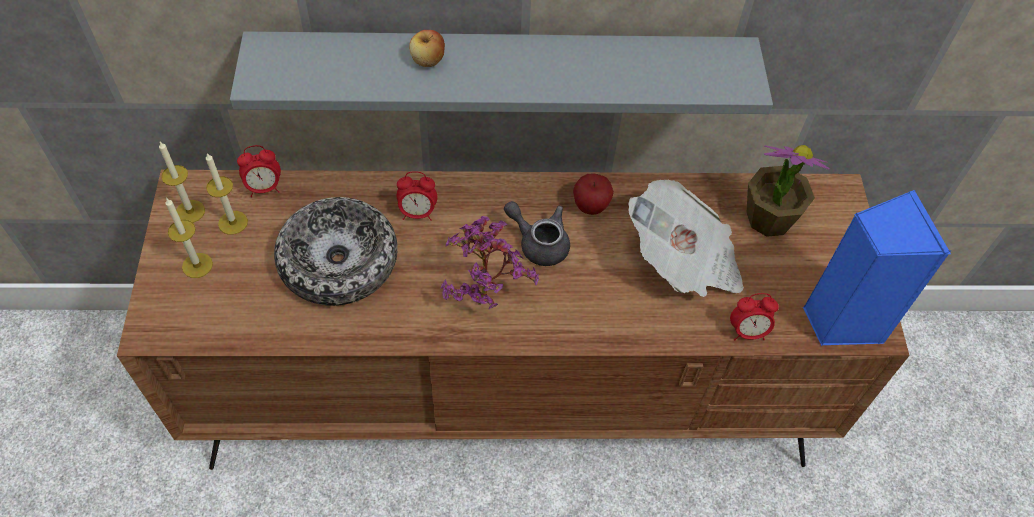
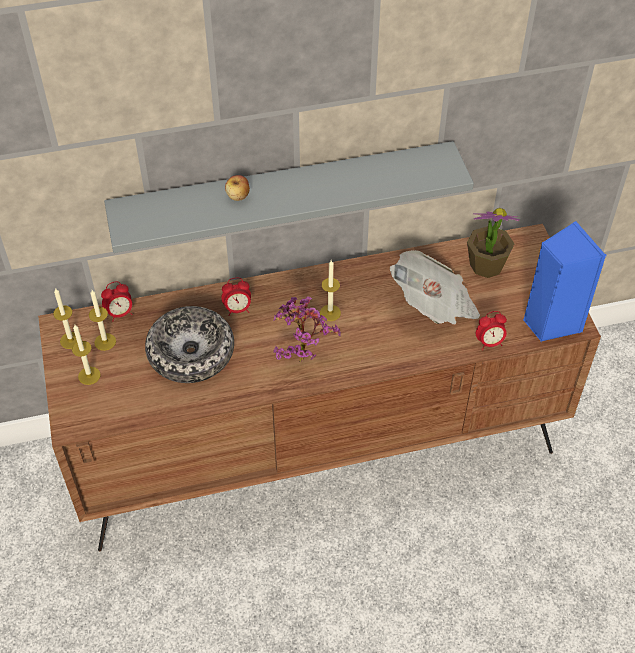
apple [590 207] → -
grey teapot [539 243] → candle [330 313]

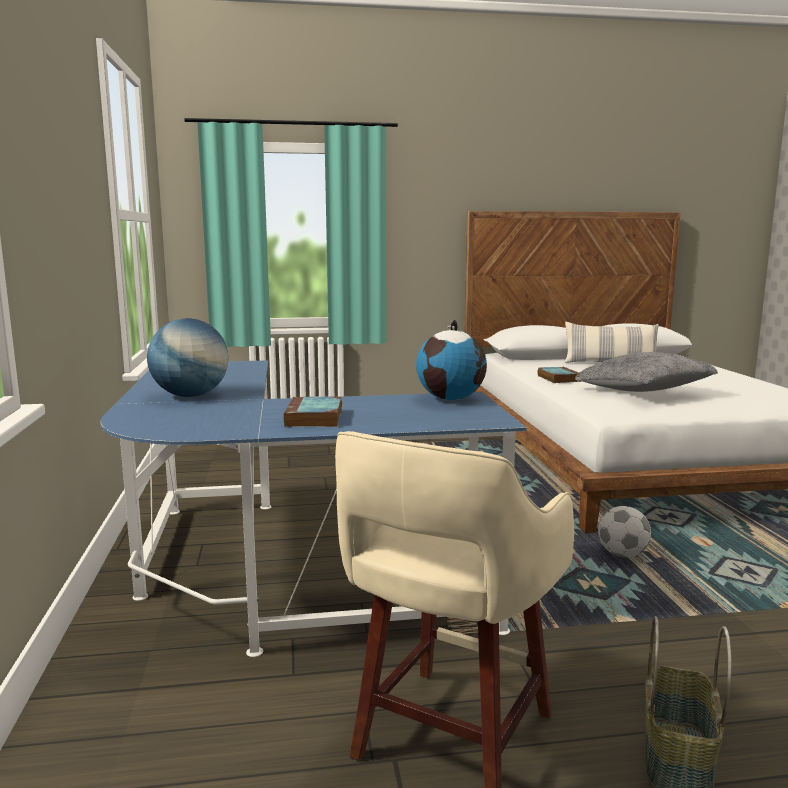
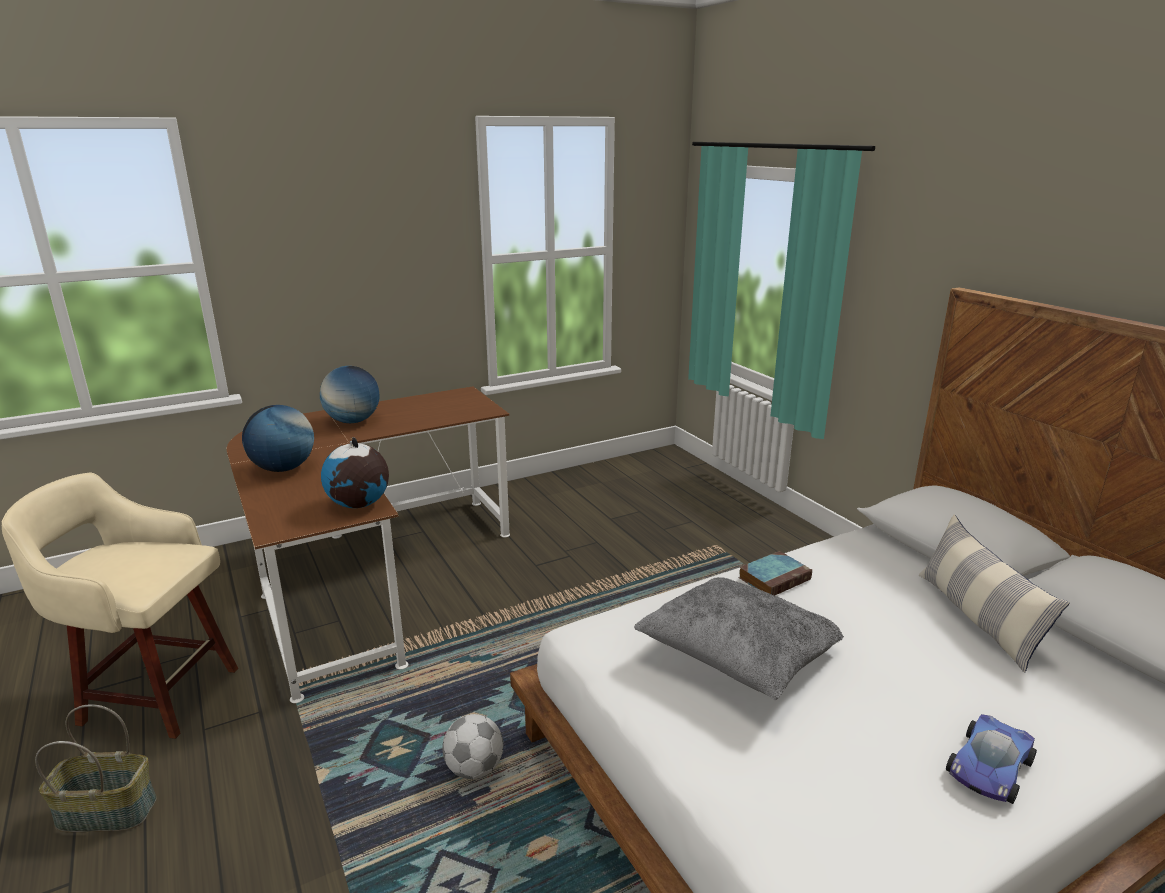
- → toy car [988 767]
book [314 418] → globe [283 468]
blue desk [273 580] → brown desk [368 575]

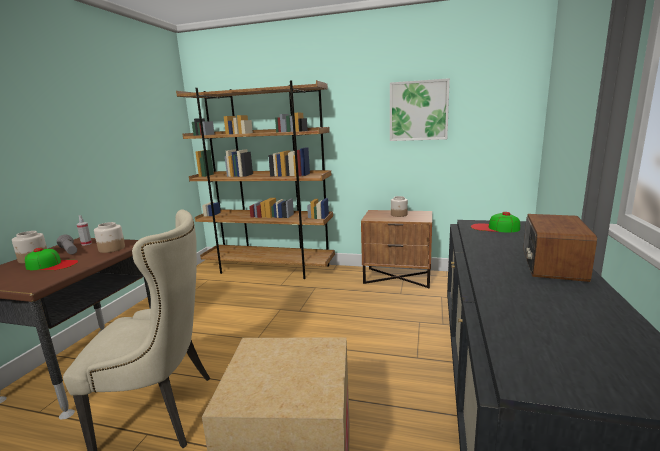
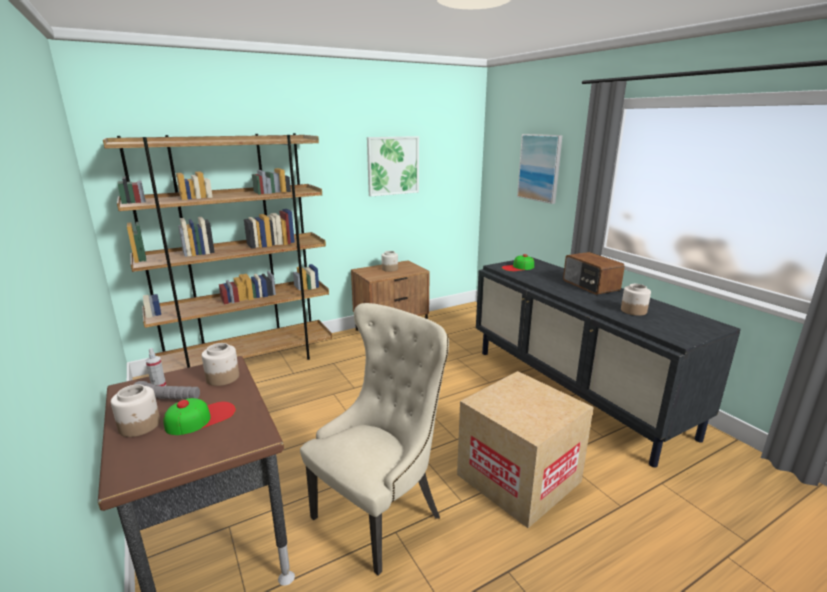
- → picture [539 168]
- → jar [633 311]

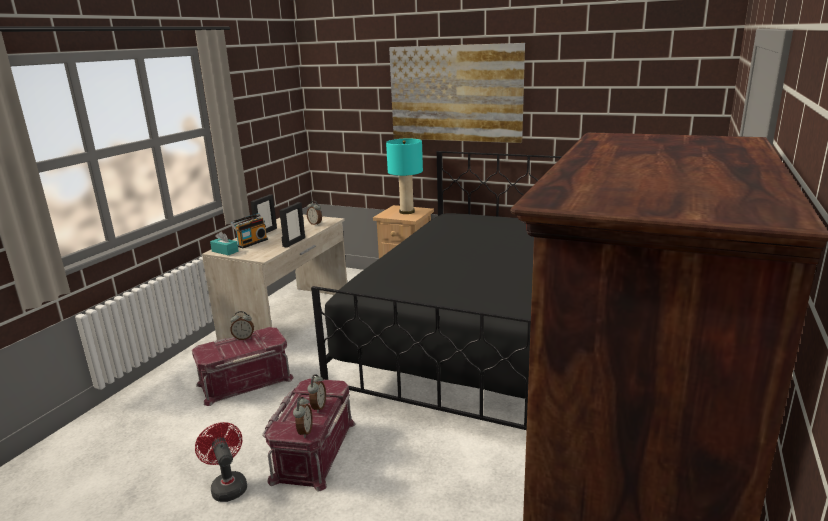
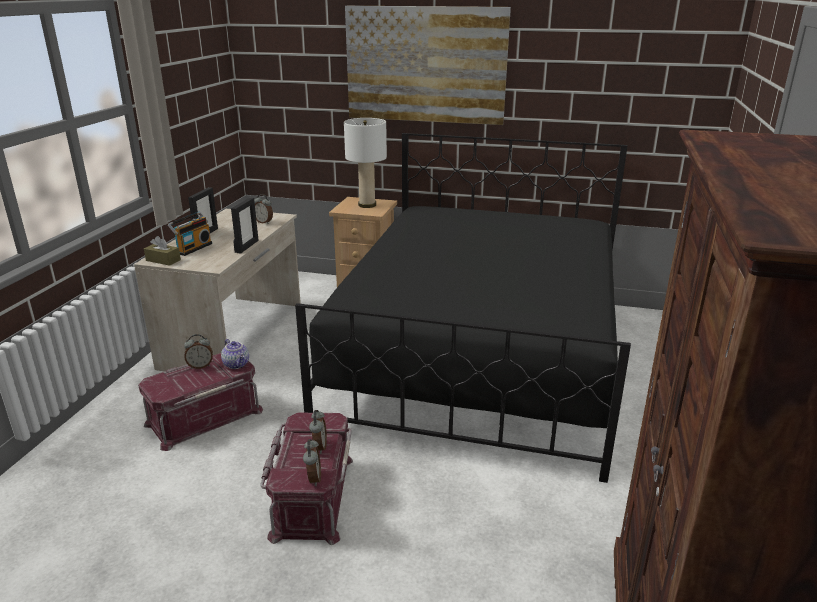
red fan [227 486] → -
- → teapot [237 364]
turquoise tissue box [225 251] → brown tissue box [163 260]
turquoise table lamp [406 212] → white table lamp [367 205]

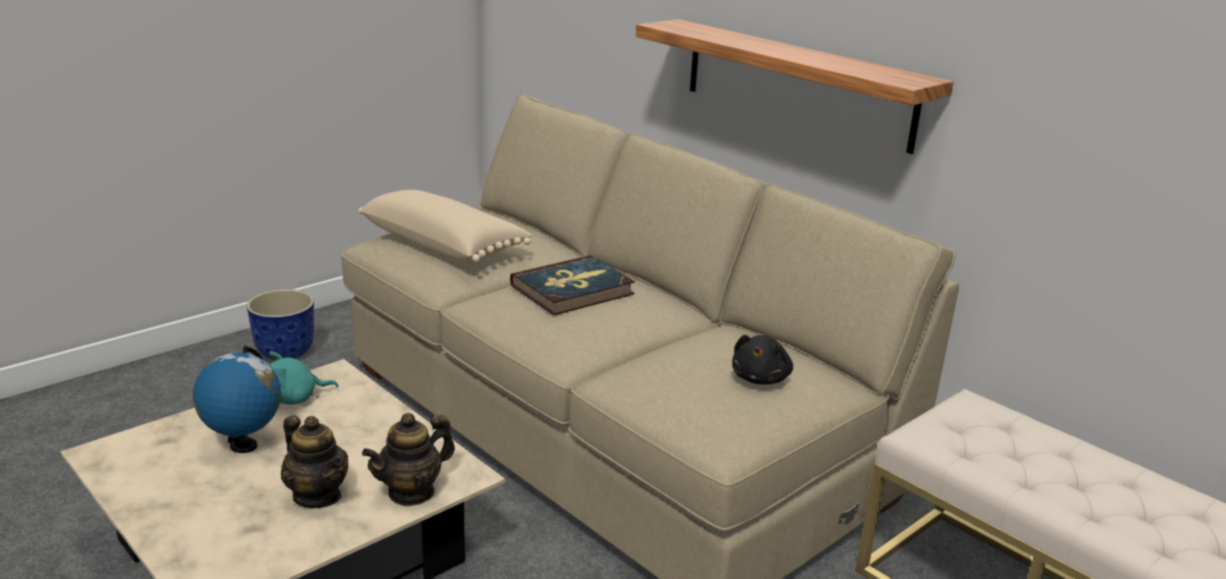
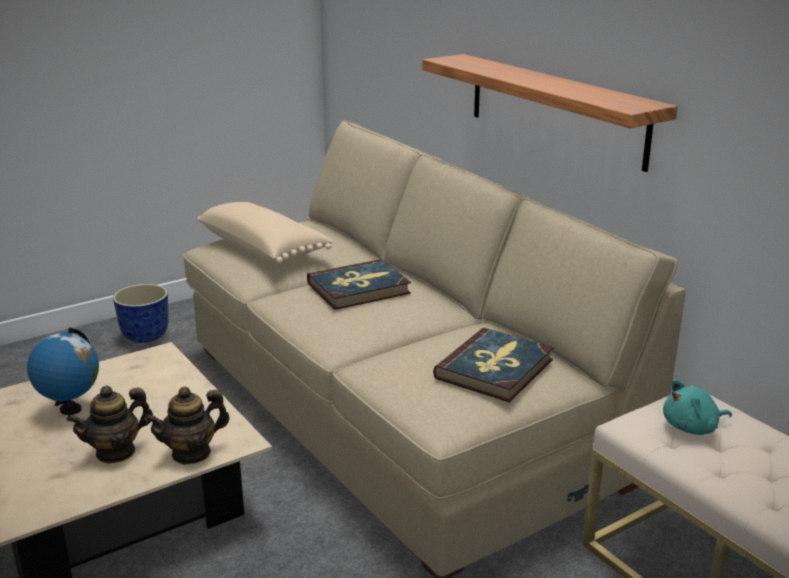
turquoise plush toy [294 398] → turquoise plush toy [692 428], shifted
black plush toy [761 378] → book [495 369]
teapot [317 495] → teapot [116 452], 90 degrees clockwise

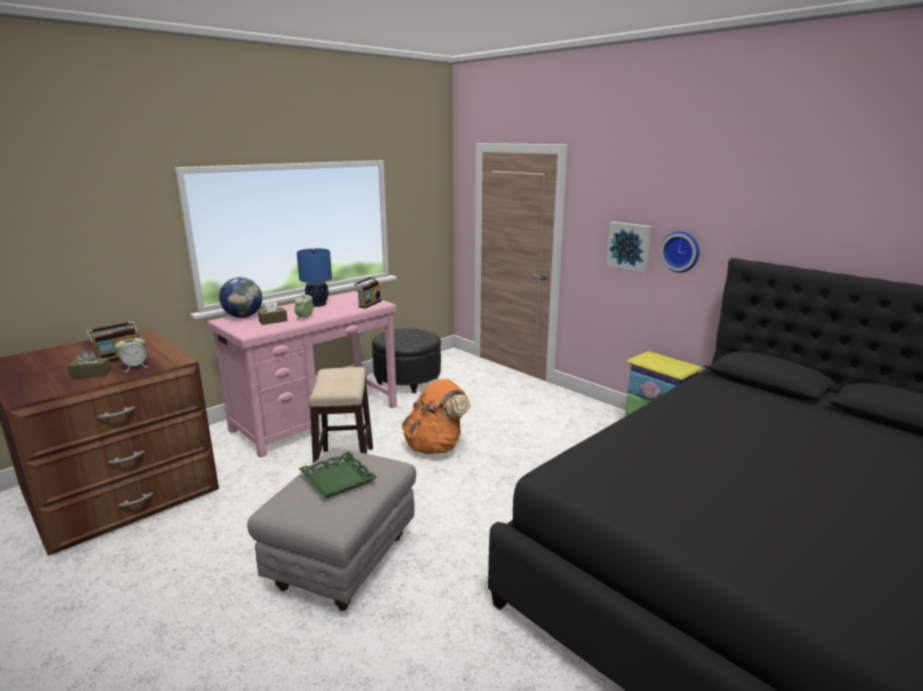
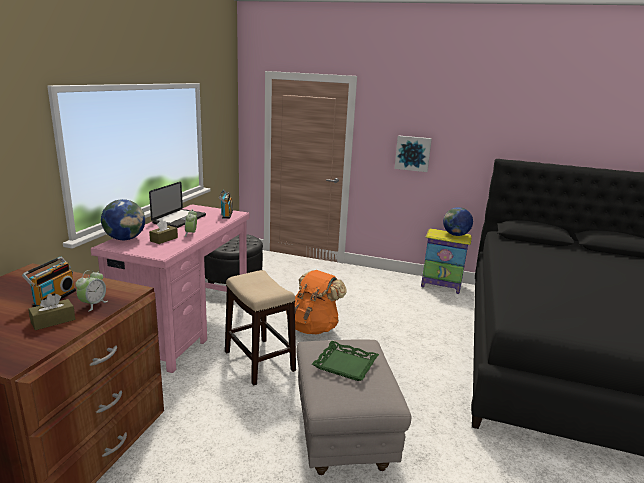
wall clock [681 251] → -
- → globe [456 235]
blue table lamp [318 304] → laptop [179 219]

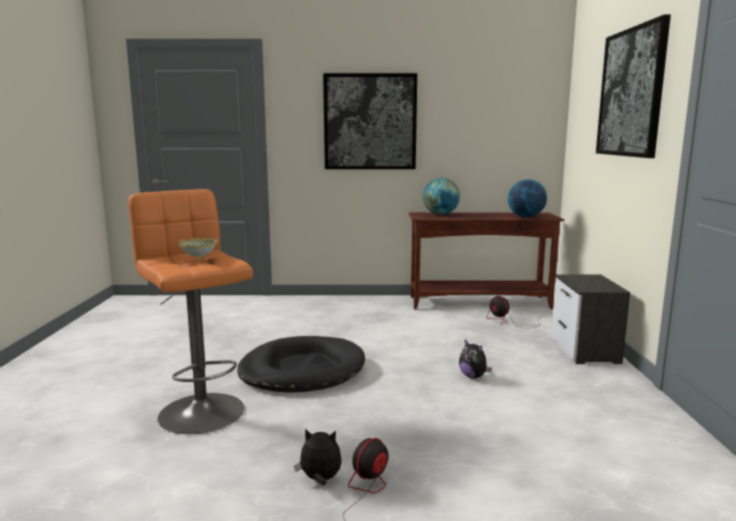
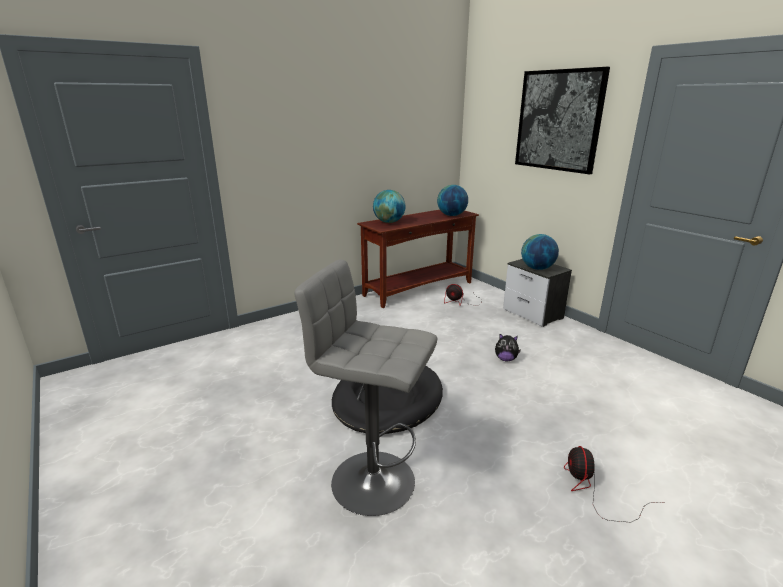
bowl [199 261] → -
plush toy [320 480] → -
picture [370 122] → -
- → globe [537 268]
orange stool [202 412] → grey stool [372 481]

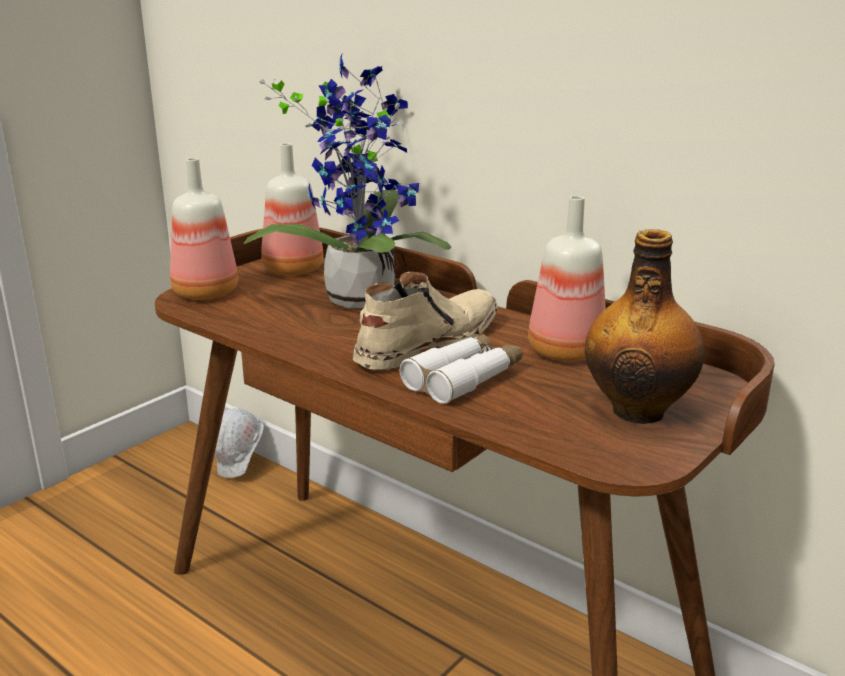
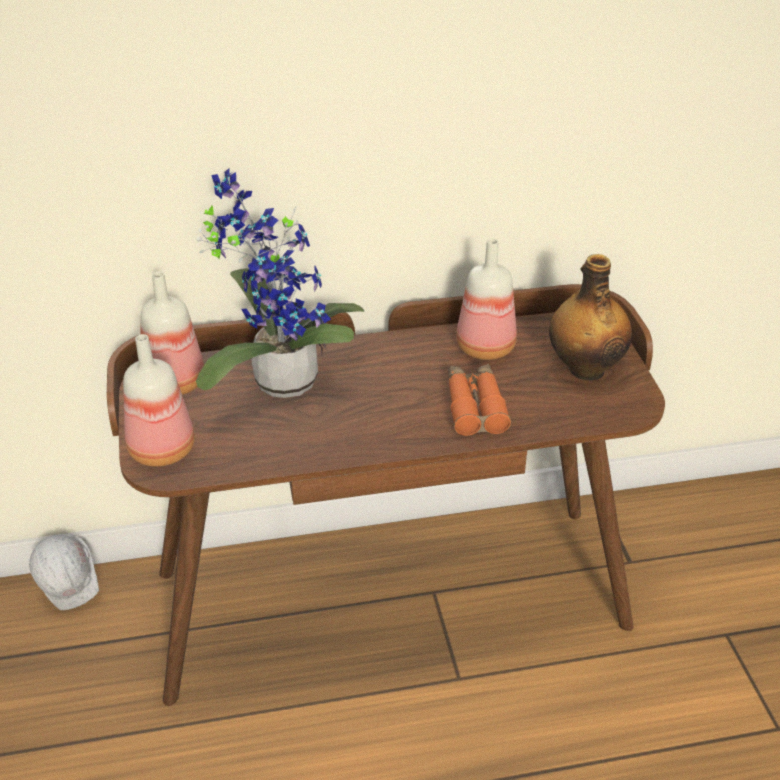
beige boot [426 342] → -
white binoculars [464 378] → orange binoculars [475 406]

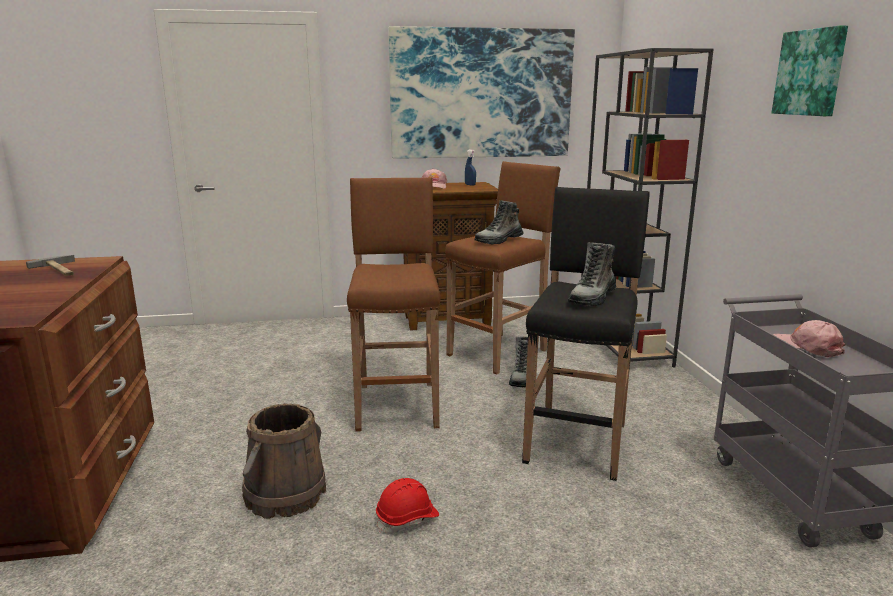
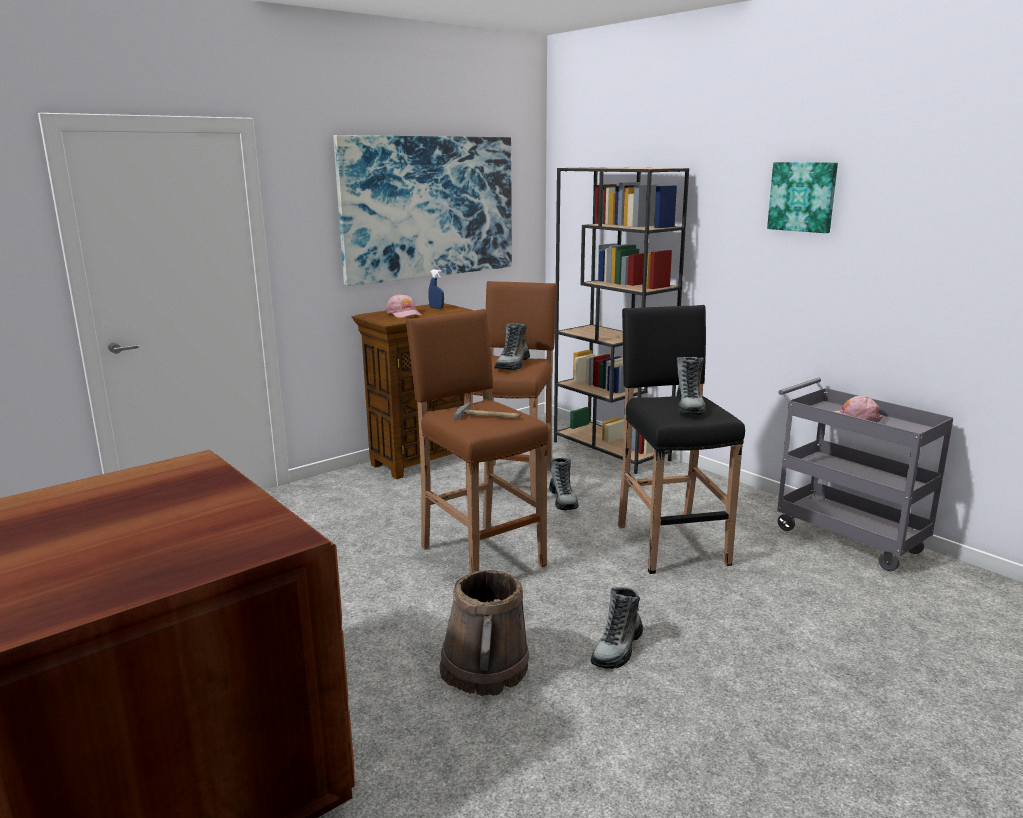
hammer [60 270] → hammer [489 416], shifted
red hard hat [407 519] → boot [617 649]

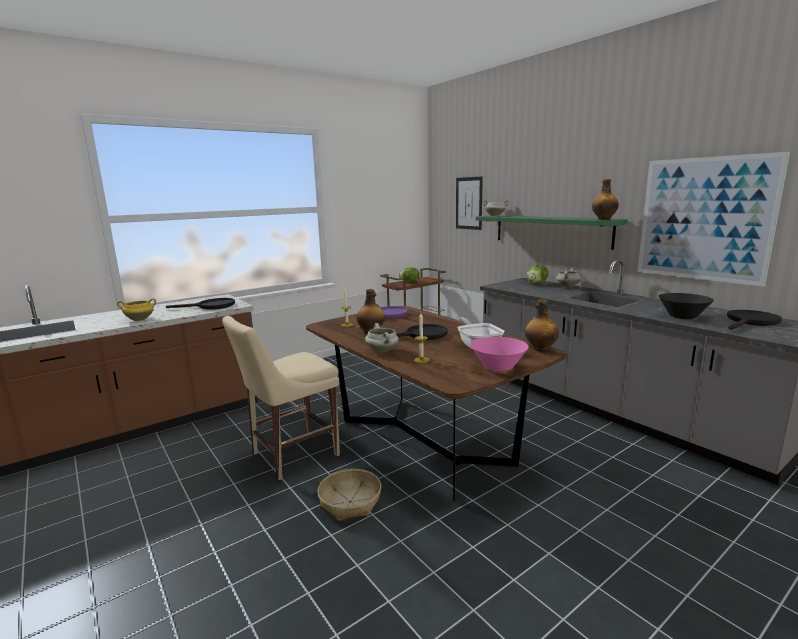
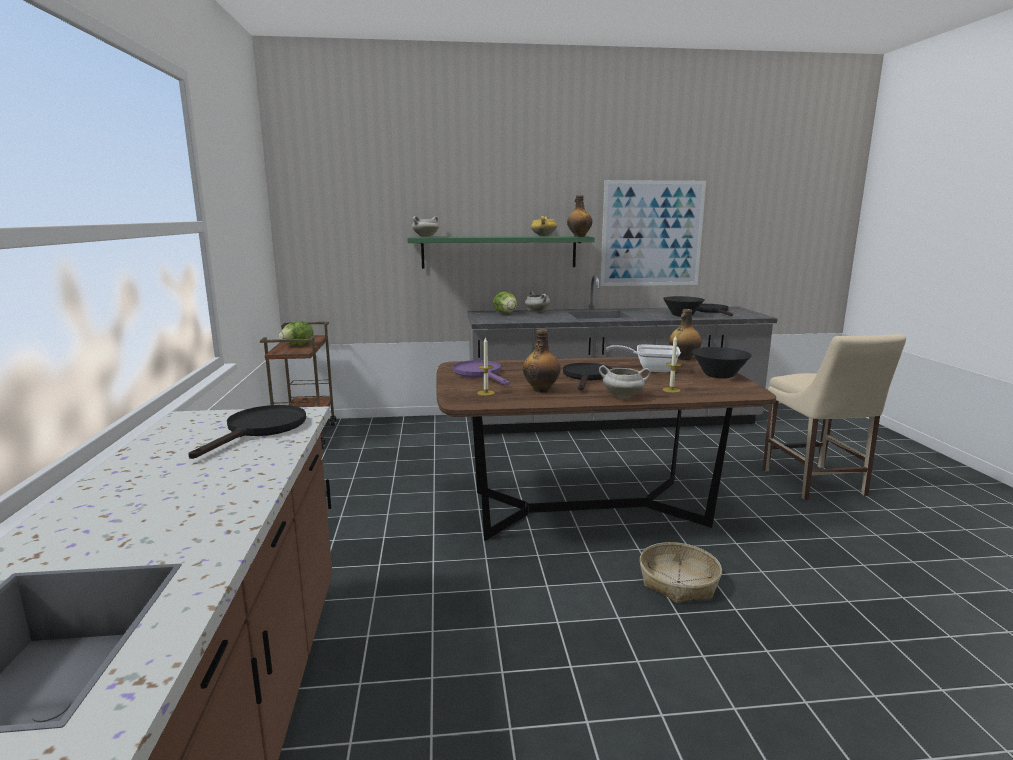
picture [469 203] → -
yellow cooking pot [140 319] → yellow cooking pot [543 236], shifted
beige chair [291 455] → beige chair [815 484], shifted
pink bowl [498 367] → black bowl [719 375]

